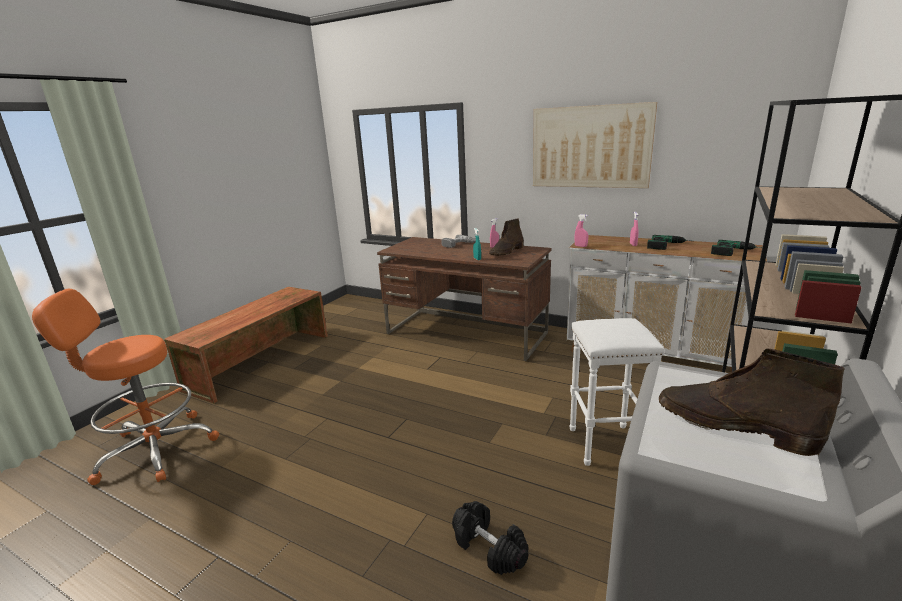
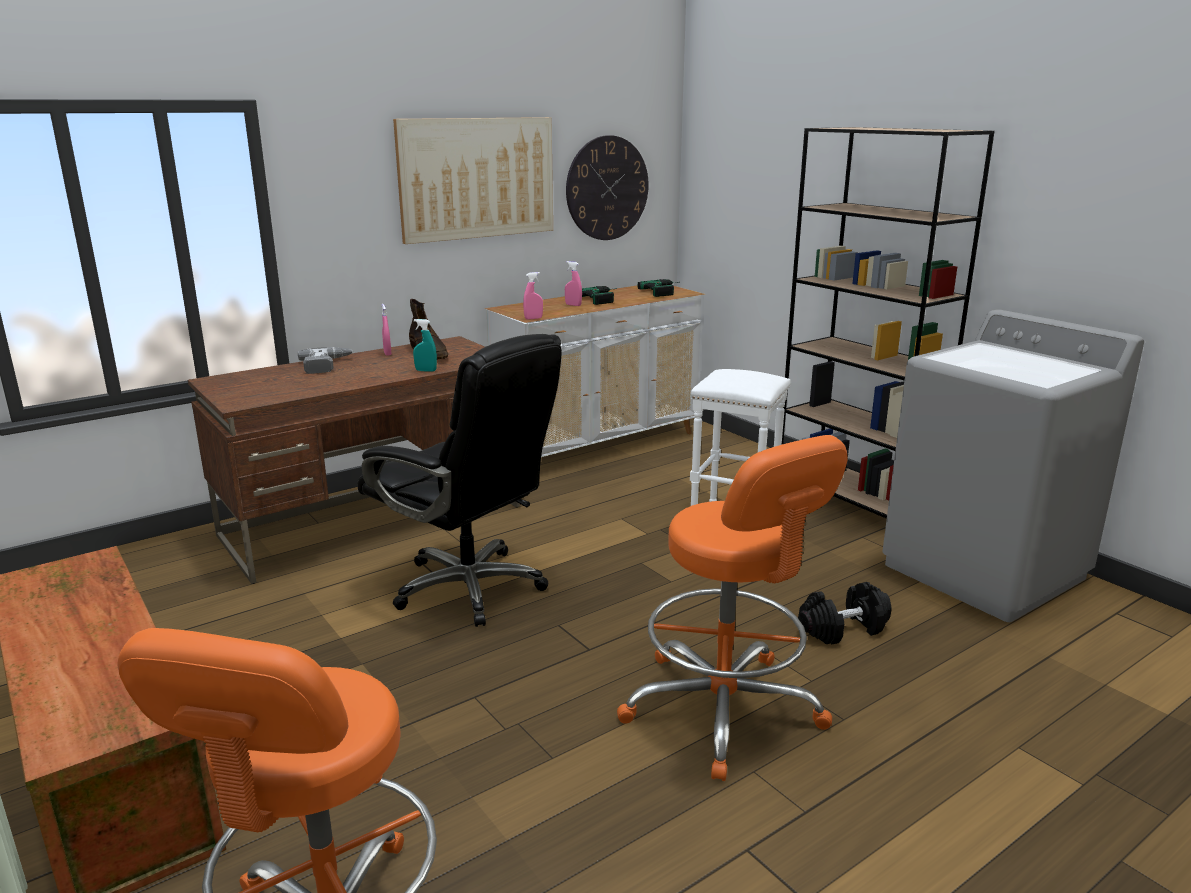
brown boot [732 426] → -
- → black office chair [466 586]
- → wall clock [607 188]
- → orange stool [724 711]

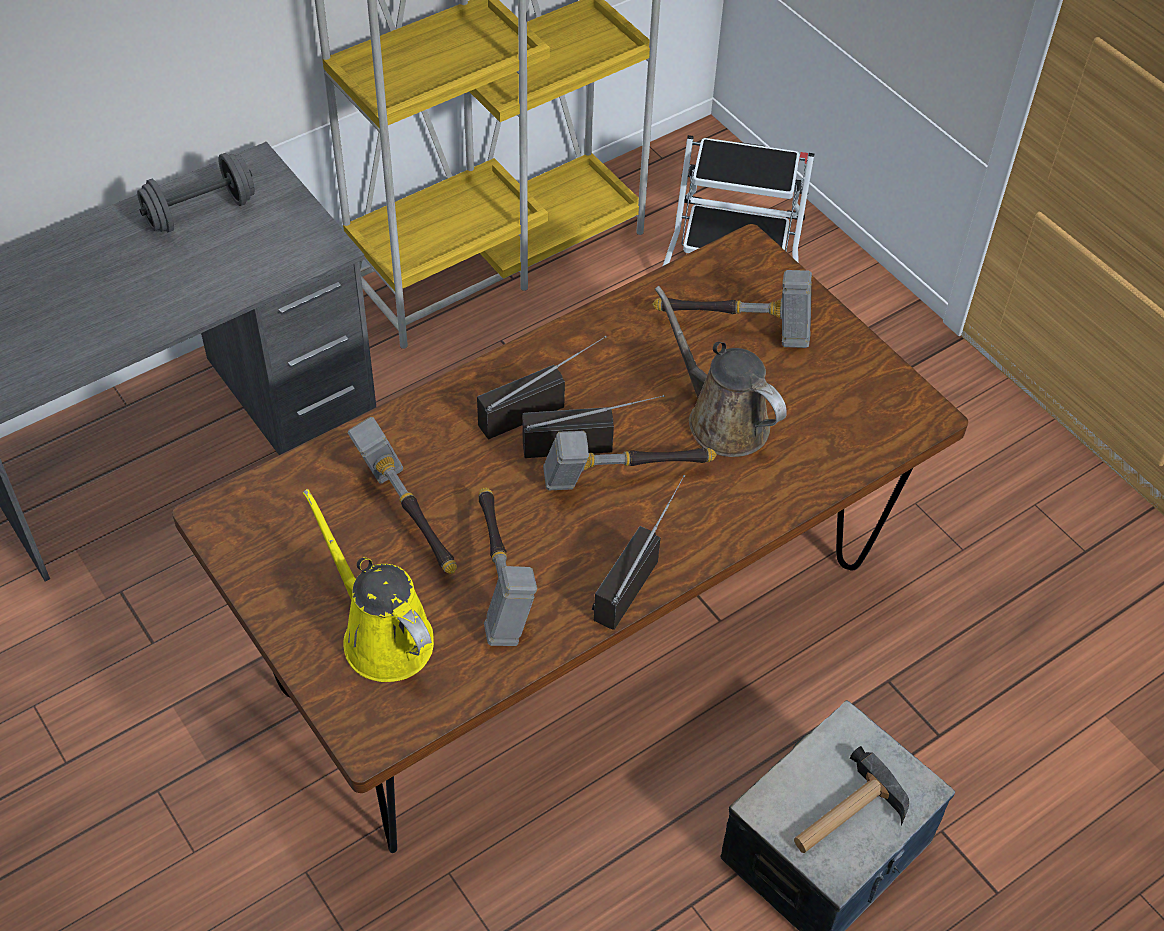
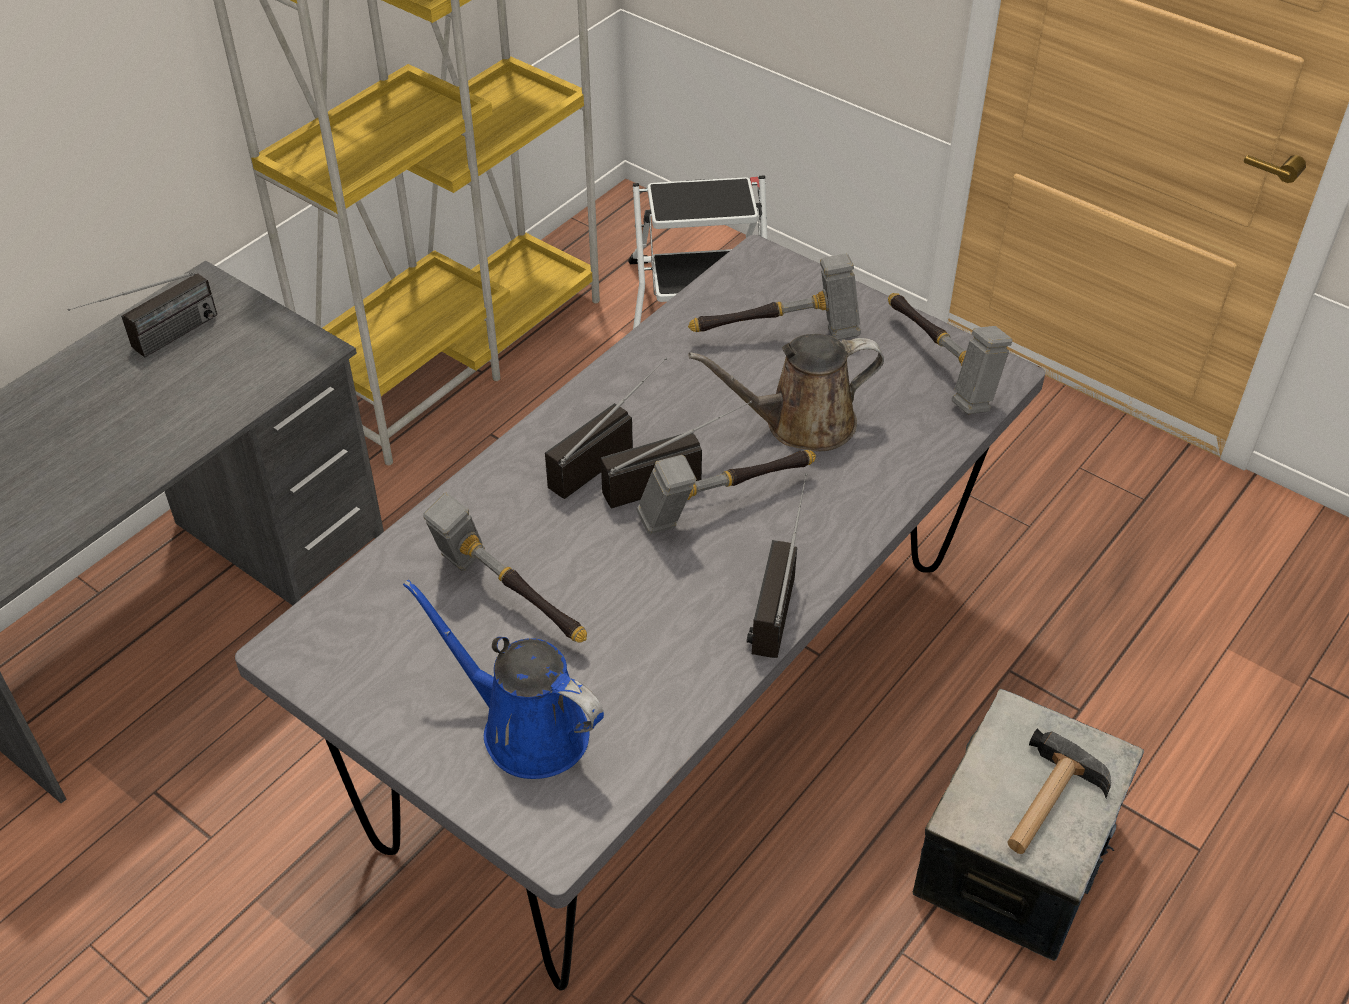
hammer [499 580] → hammer [939 367], shifted
grey dumbbell [200 212] → radio [156 344]
brown dining table [576 633] → grey dining table [676 705]
yellow watering can [382 635] → blue watering can [526 728]
brown watering can [721 419] → brown watering can [801 423], 45 degrees counterclockwise

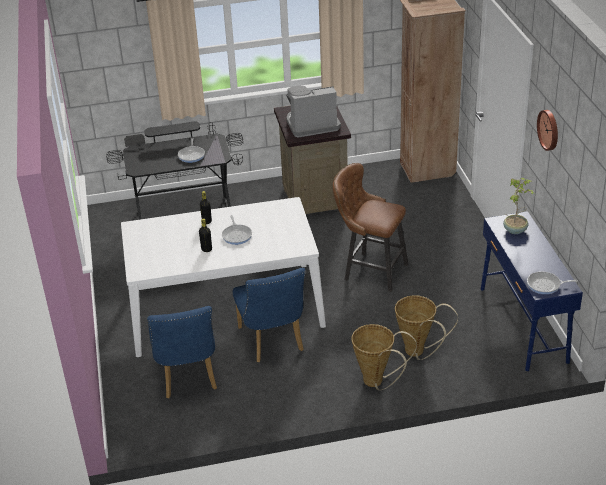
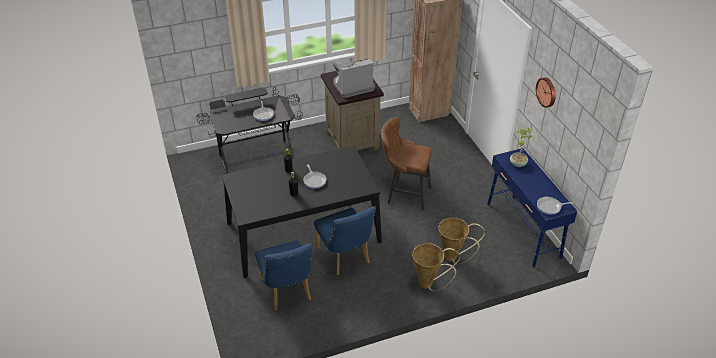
white dining table [225 308] → black dining table [303 232]

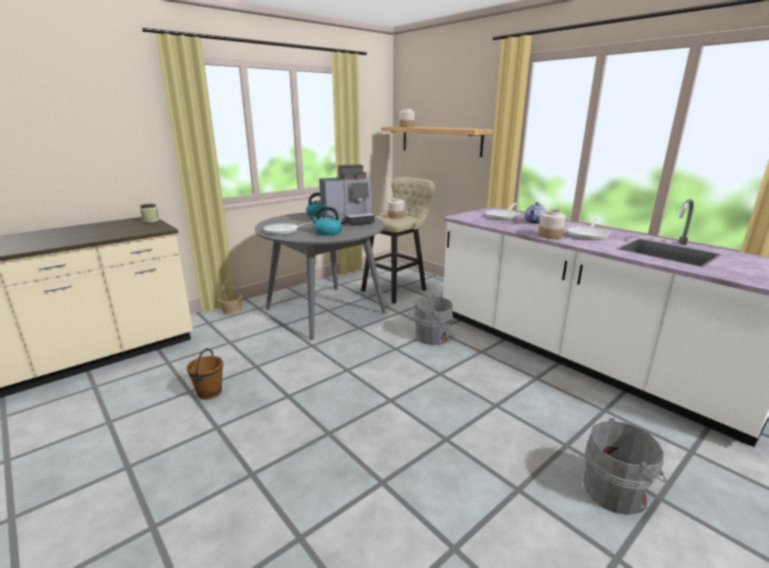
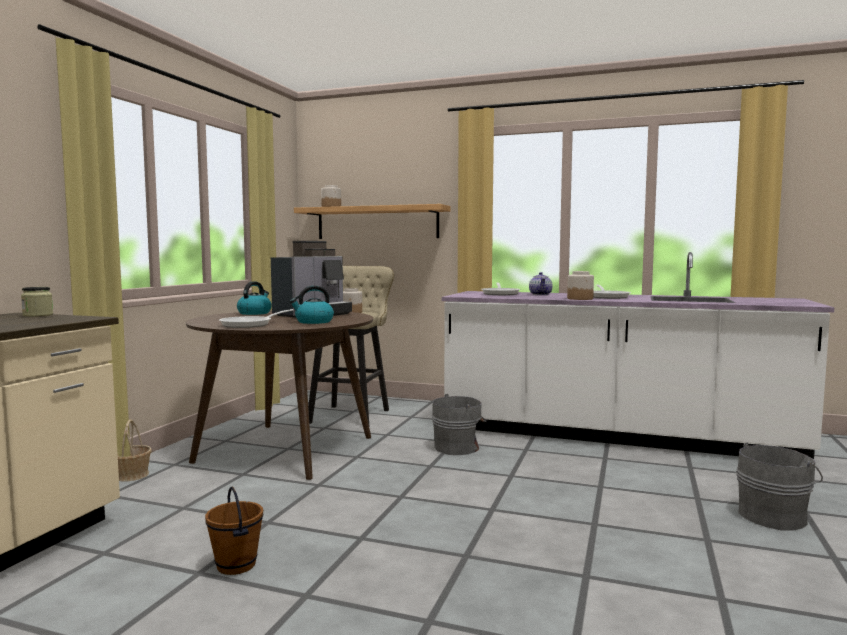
grey dining table [325 311] → brown dining table [285 449]

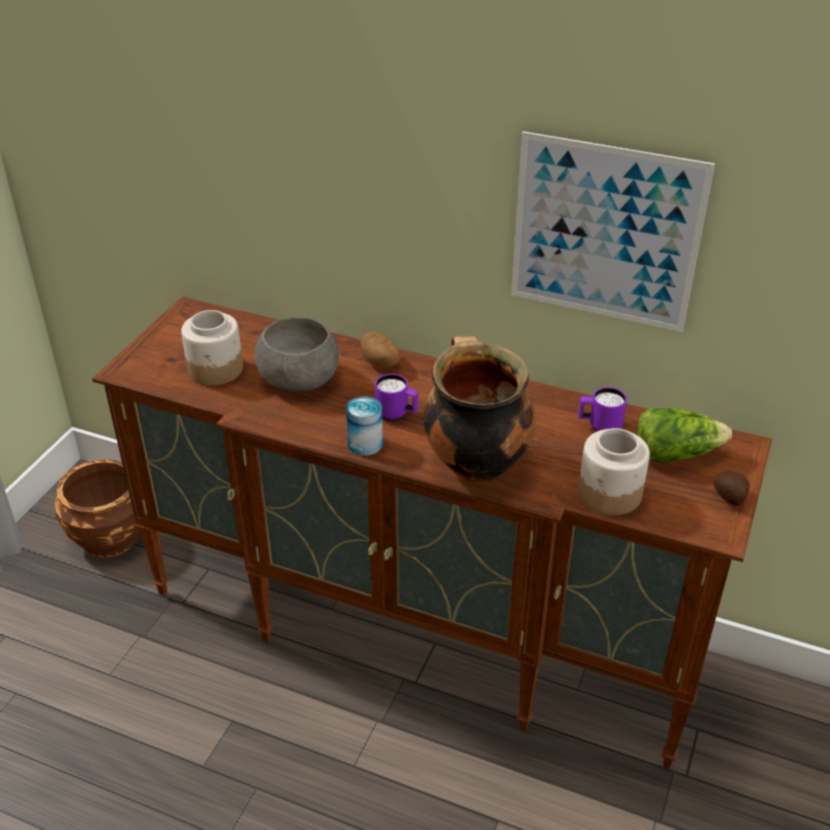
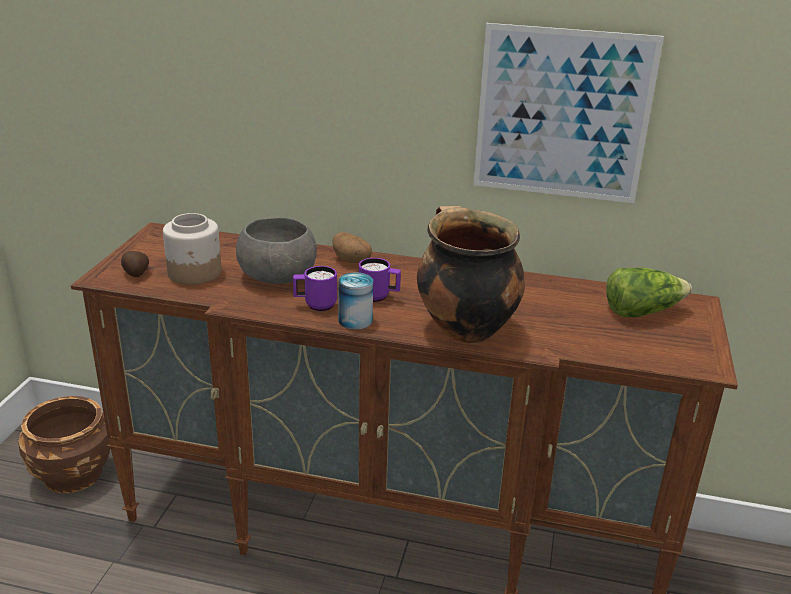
jar [610 494] → -
purple mug [599 427] → purple mug [315 305], shifted
potato [730 498] → potato [136 274], shifted

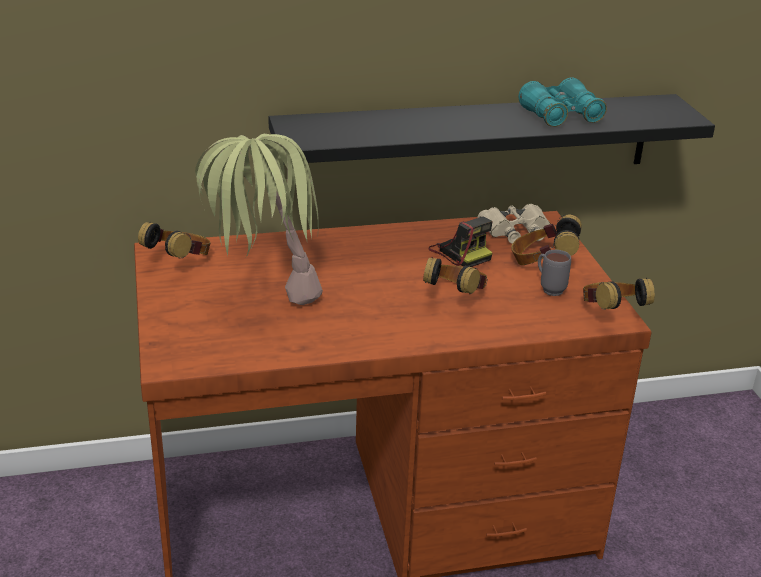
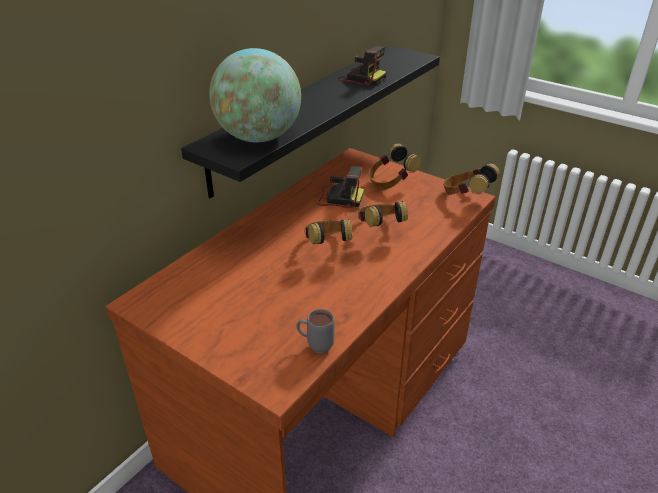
potted plant [261 300] → -
beige binoculars [515 230] → -
- → globe [258 137]
headphones [180 262] → headphones [327 246], shifted
grey mug [549 288] → grey mug [315 346], shifted
turquoise binoculars [560 116] → photo camera [361 78]

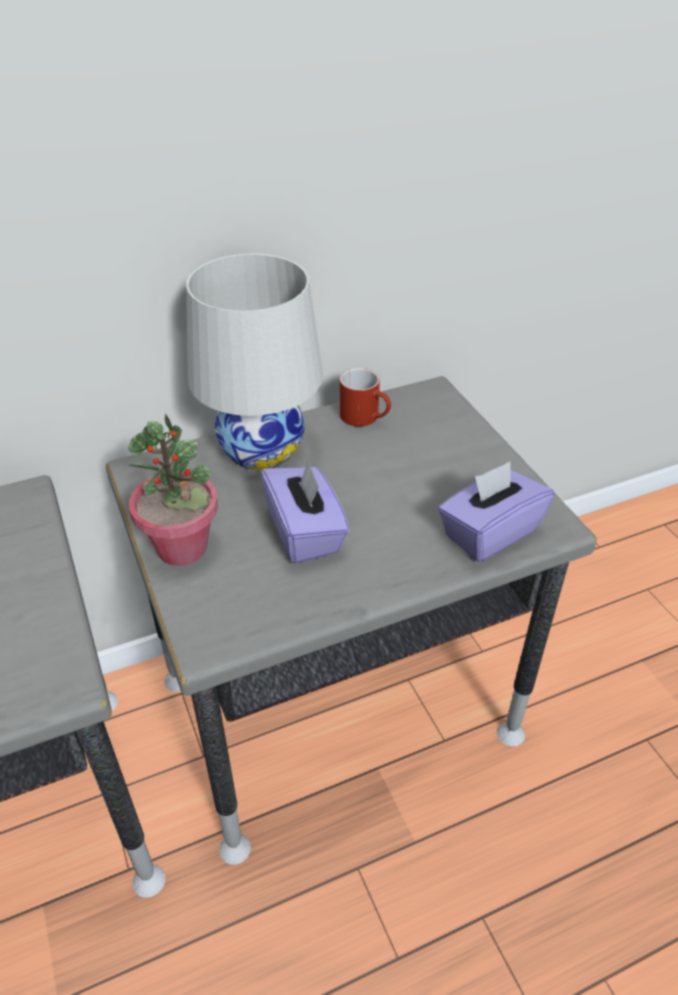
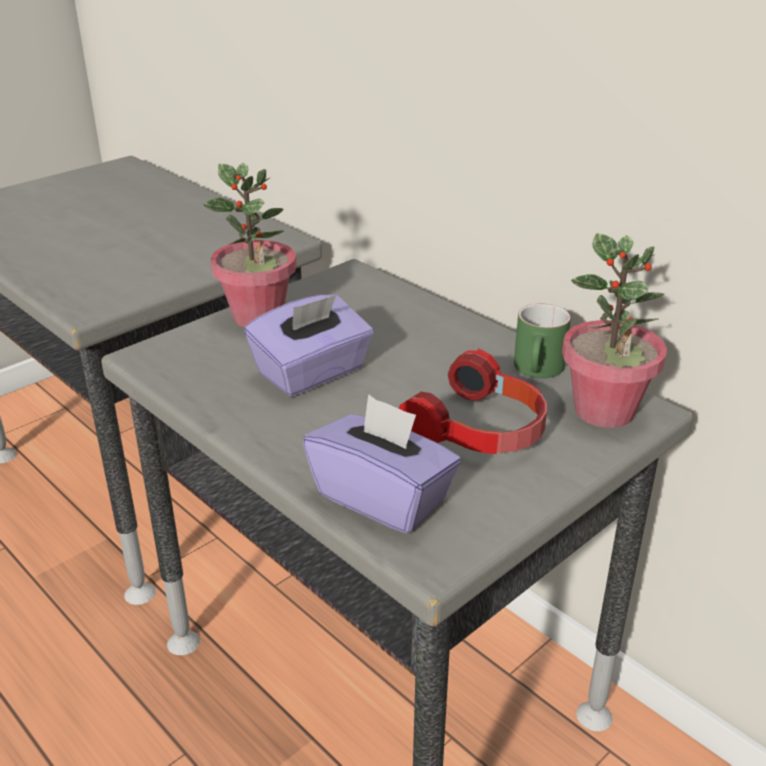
white table lamp [261 449] → -
- → headphones [480 431]
- → potted plant [604 411]
red mug [366 417] → green mug [539 371]

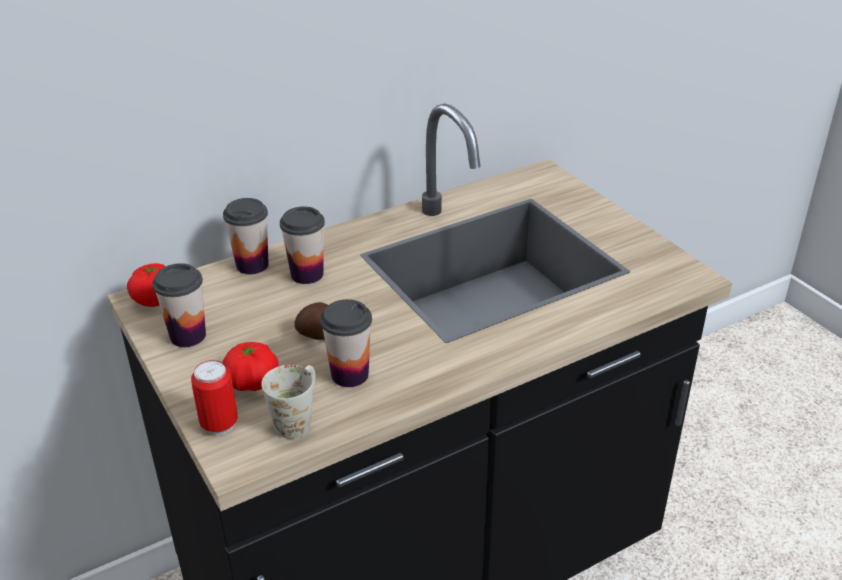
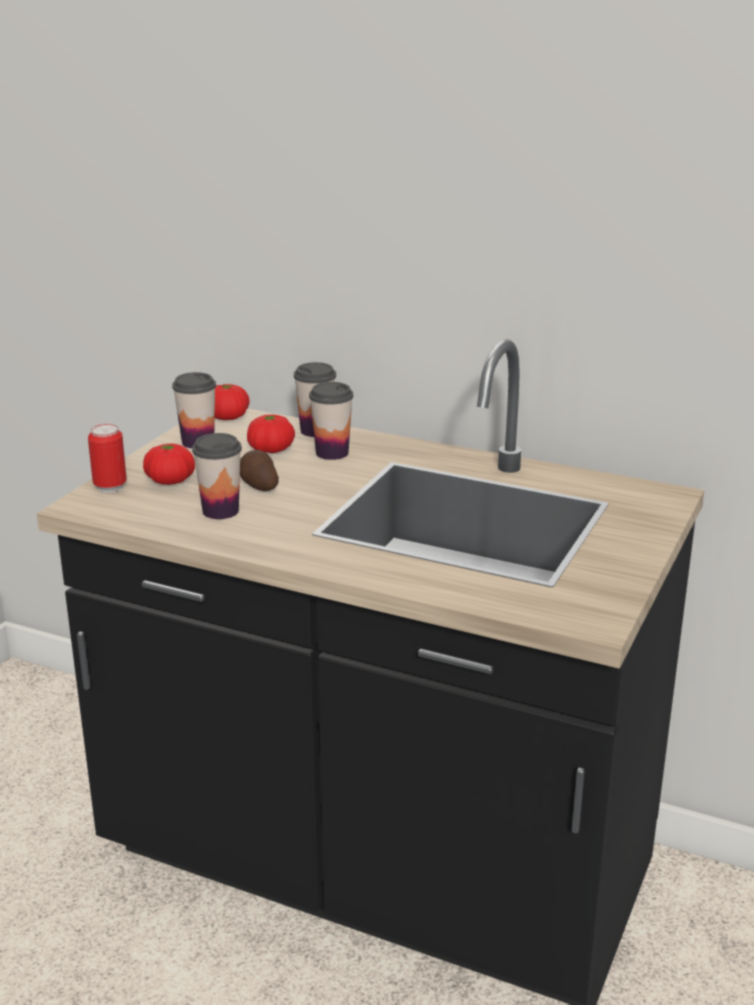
white mug [298 417] → -
- → tomato [271 450]

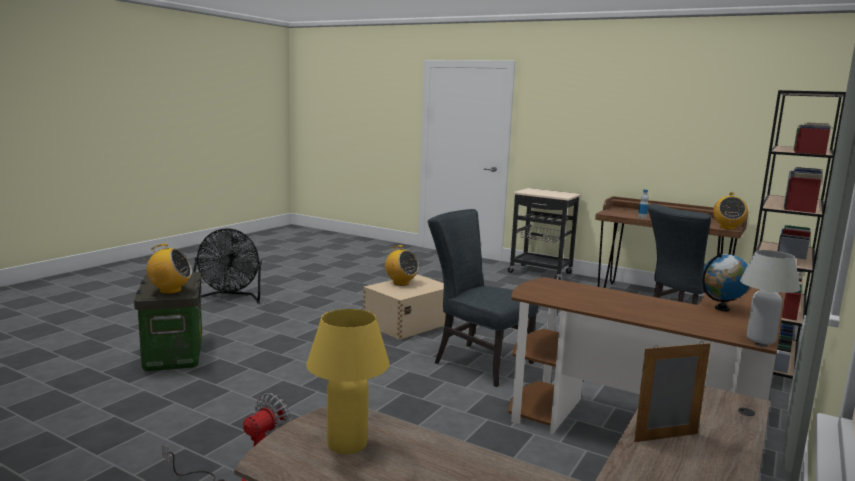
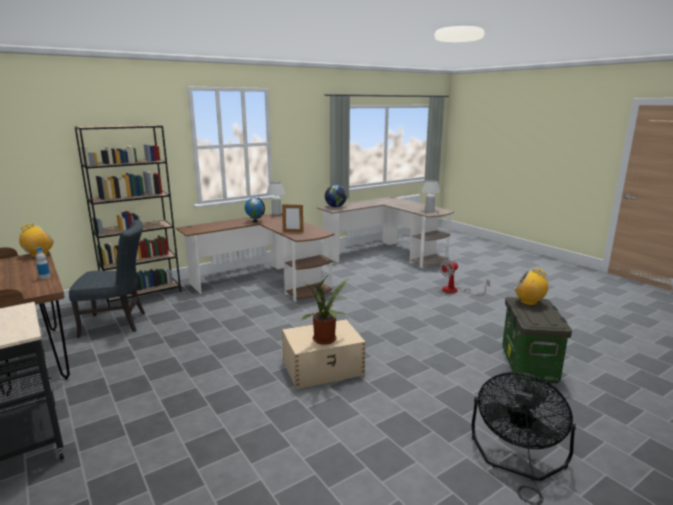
grey chair [477 362] → -
- → globe [335 206]
picture frame [666 437] → picture frame [293 232], shifted
radio [400 283] → potted plant [326 340]
yellow table lamp [347 445] → white table lamp [429 211]

